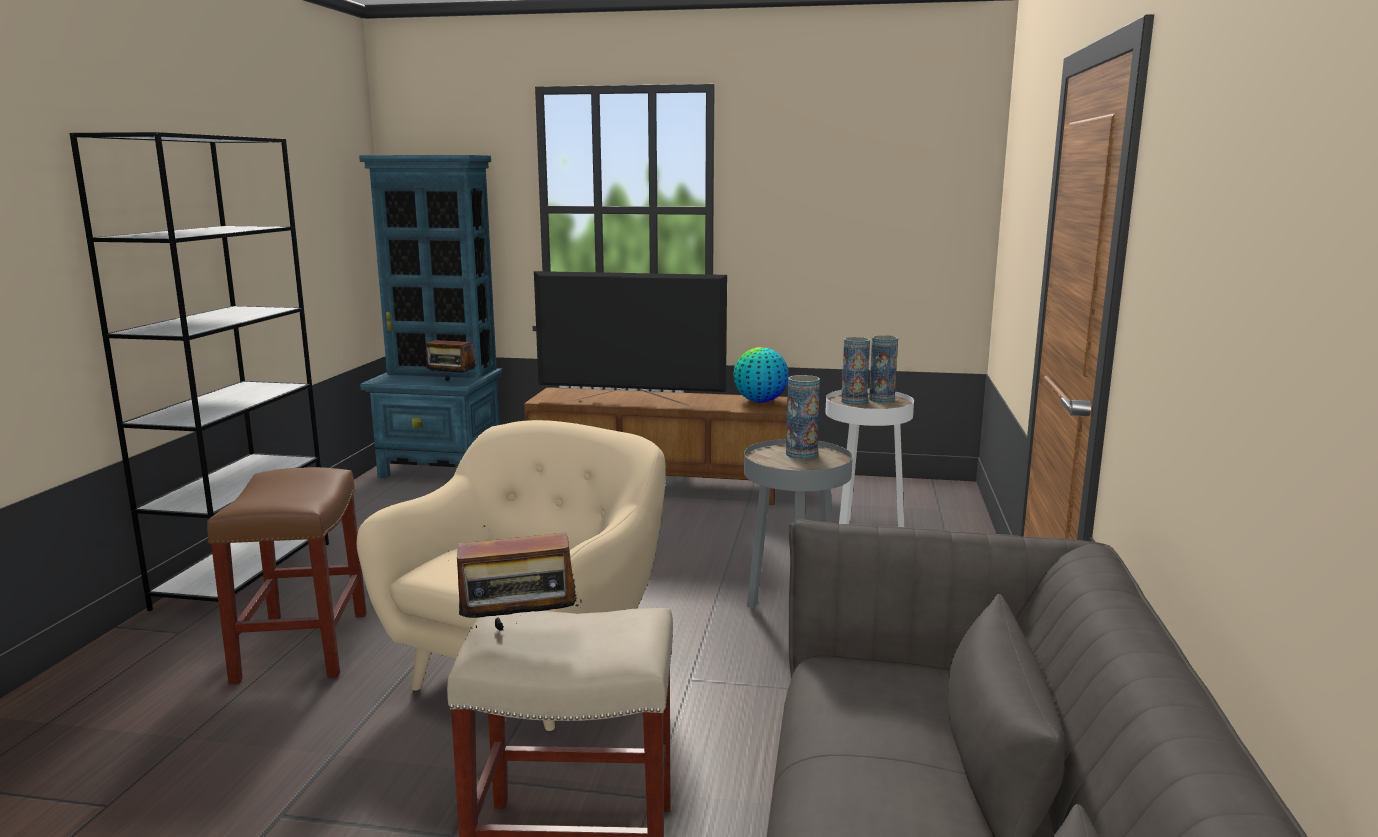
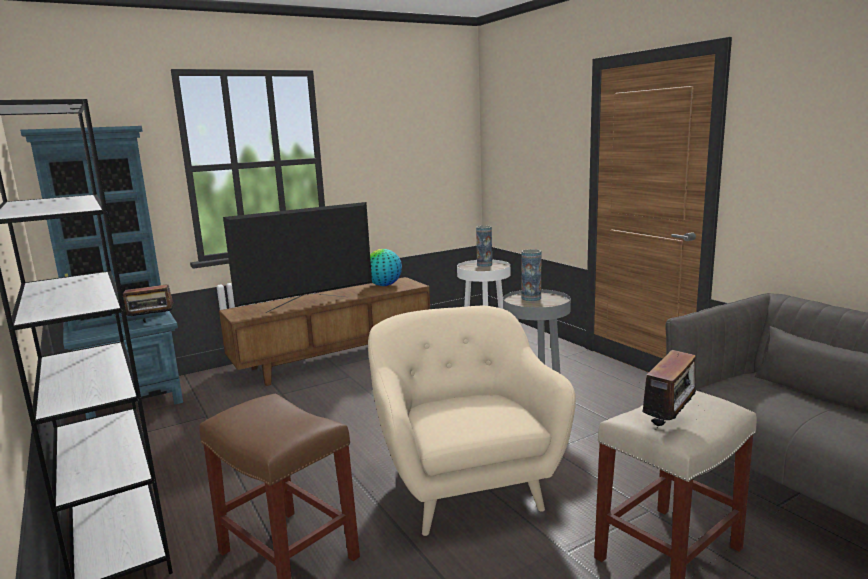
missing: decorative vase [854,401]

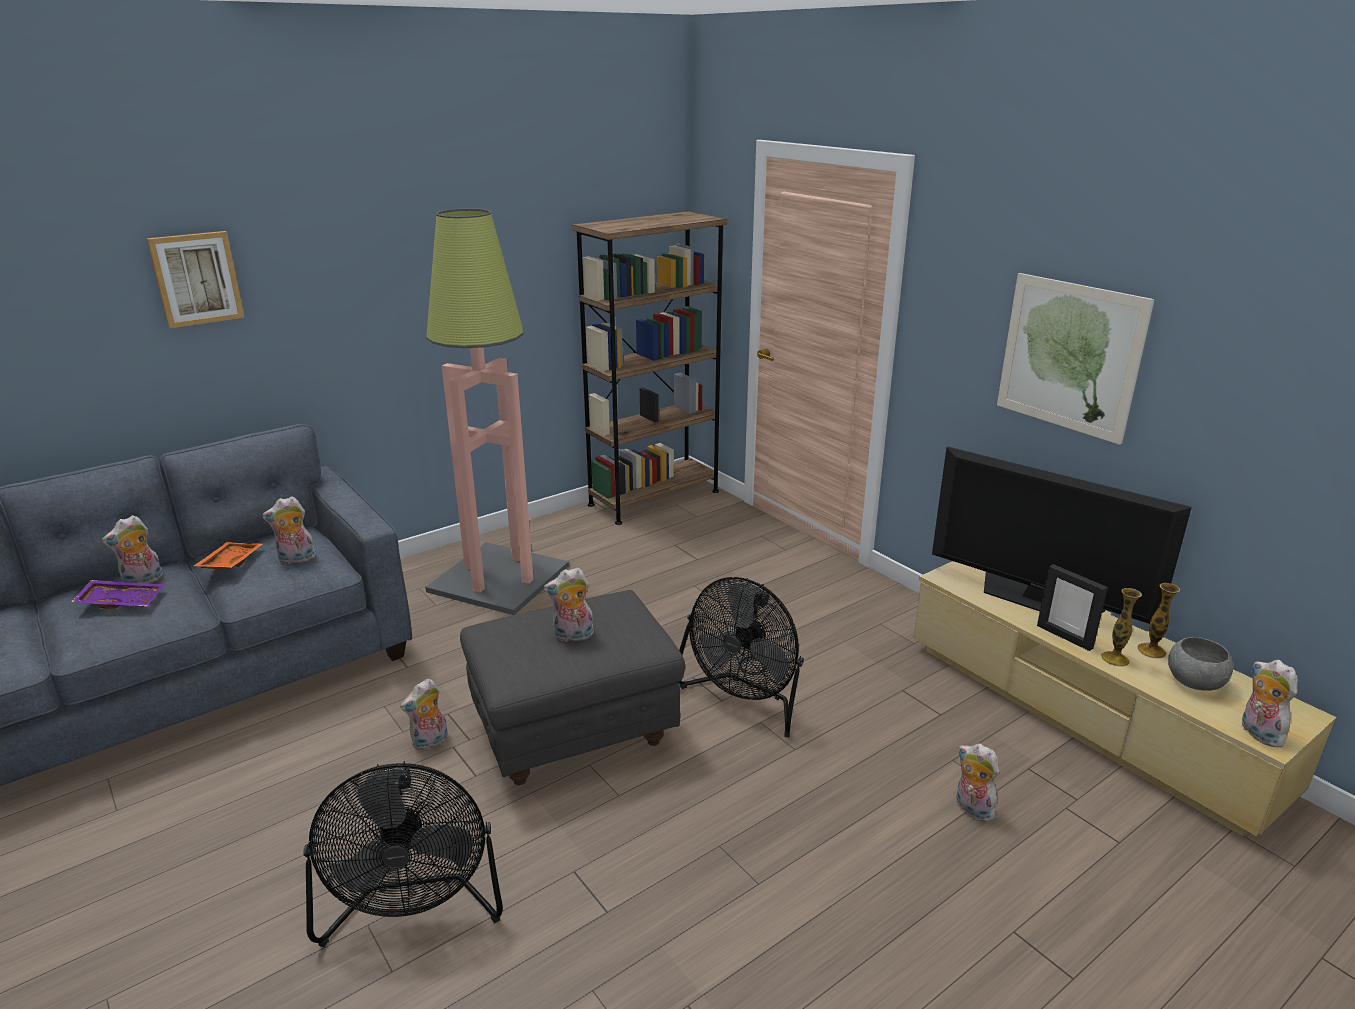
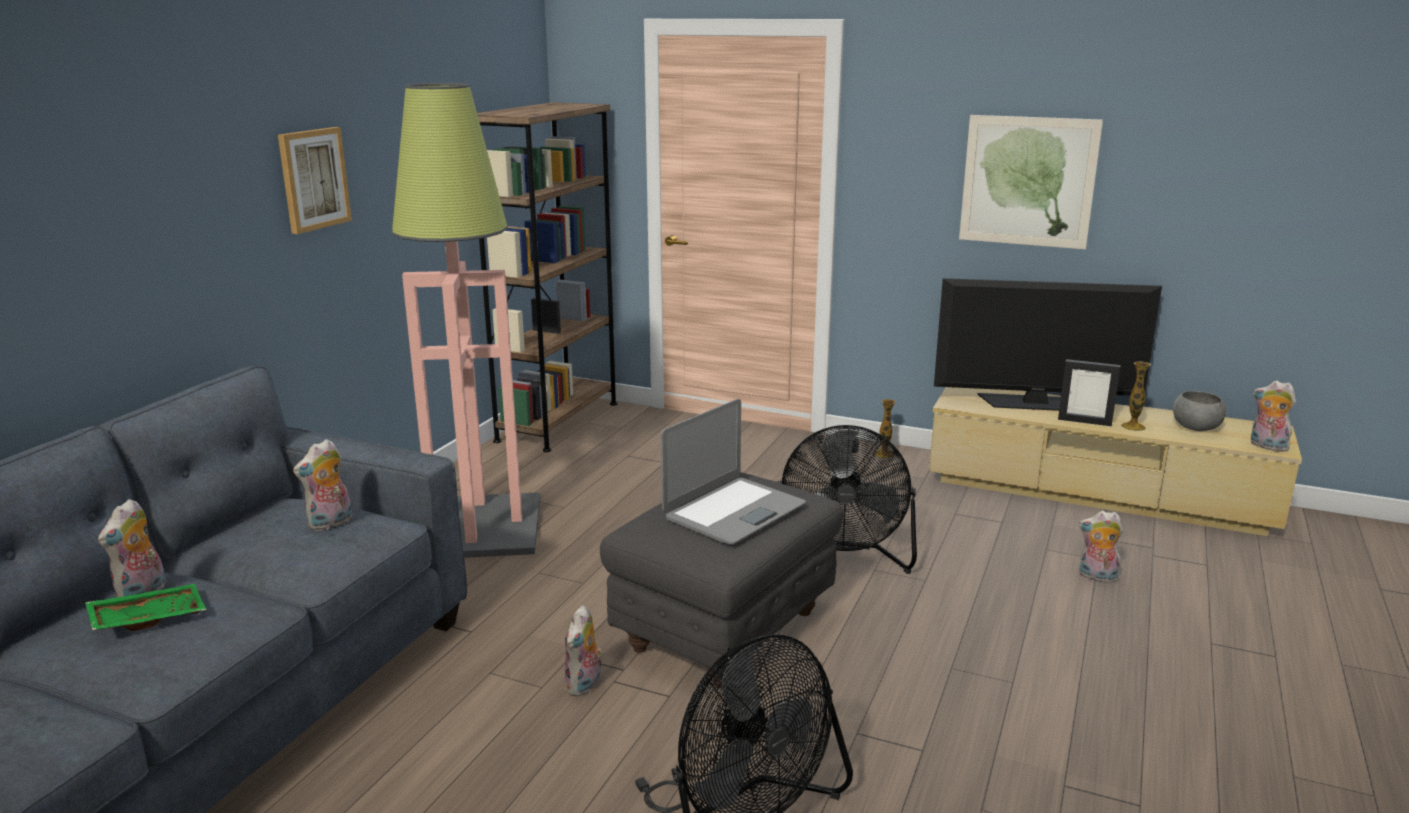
missing: tray (orangey) [229,563]
relocated: wall art [196,278] to [313,179]; decorative vase [1151,650] to [883,454]
exchanged: cuddly toy [572,636] to laptop [733,512]
colour: tray (purplish) [122,601] to tray (greenish) [148,618]

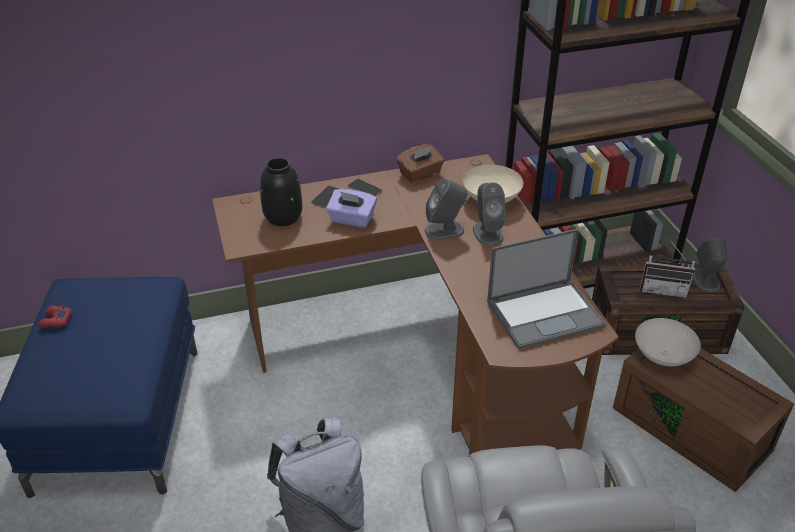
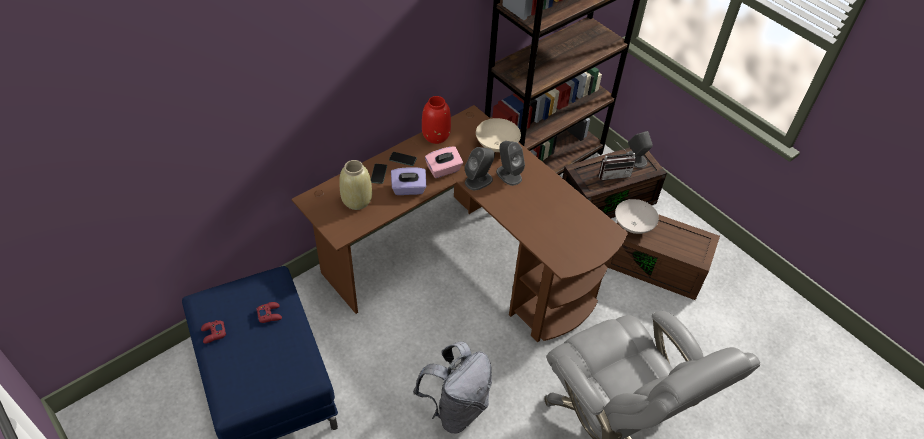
missing: laptop [545,313]
appeared: game controller (red-coloured) [270,314]; box of tissues (pinkish) [444,170]
exchanged: box of tissues (brown-coloured) [420,174] to decorative vase (red-coloured) [436,135]
colour: decorative vase (black-coloured) [283,217] to decorative vase (beige) [357,201]

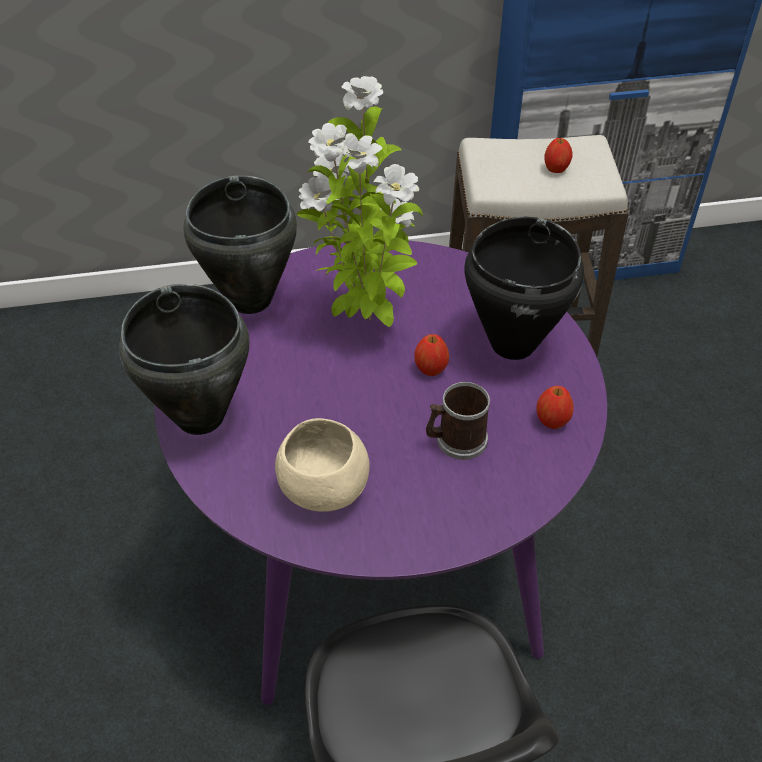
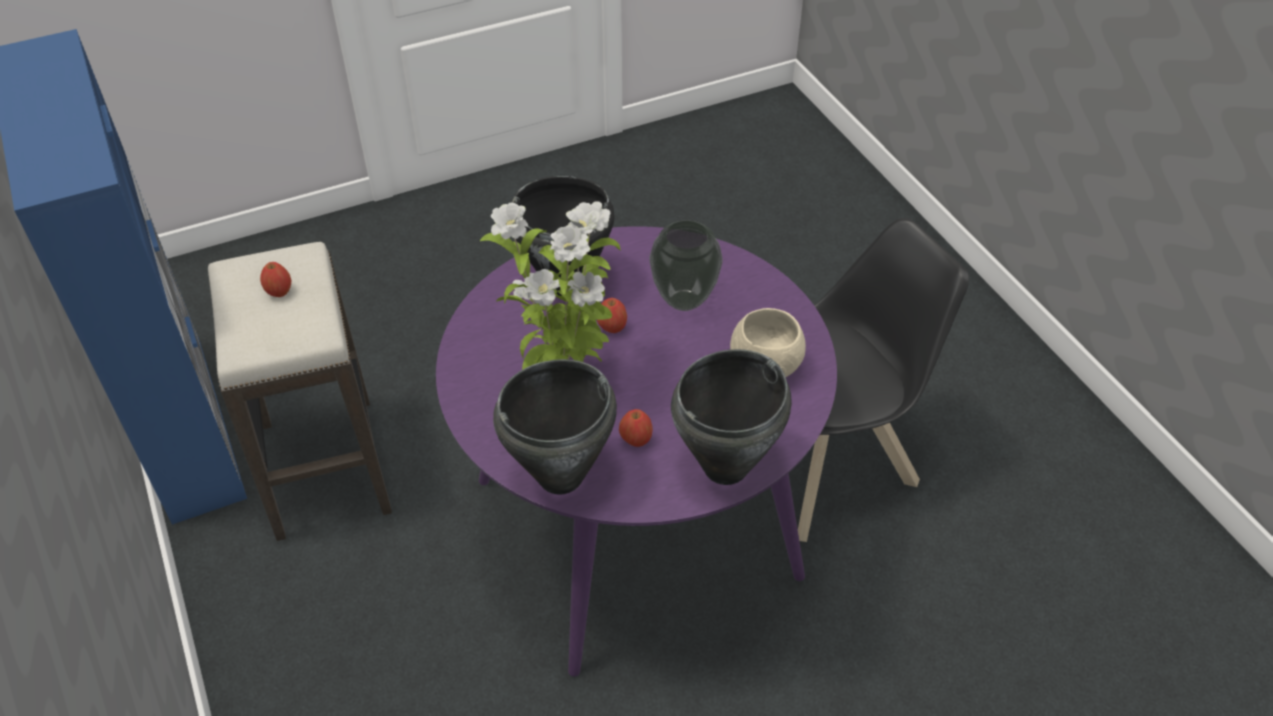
relocated: apple fruit [552,420] to [636,440]
exchanged: tea mug [456,440] to decorative vase [685,301]

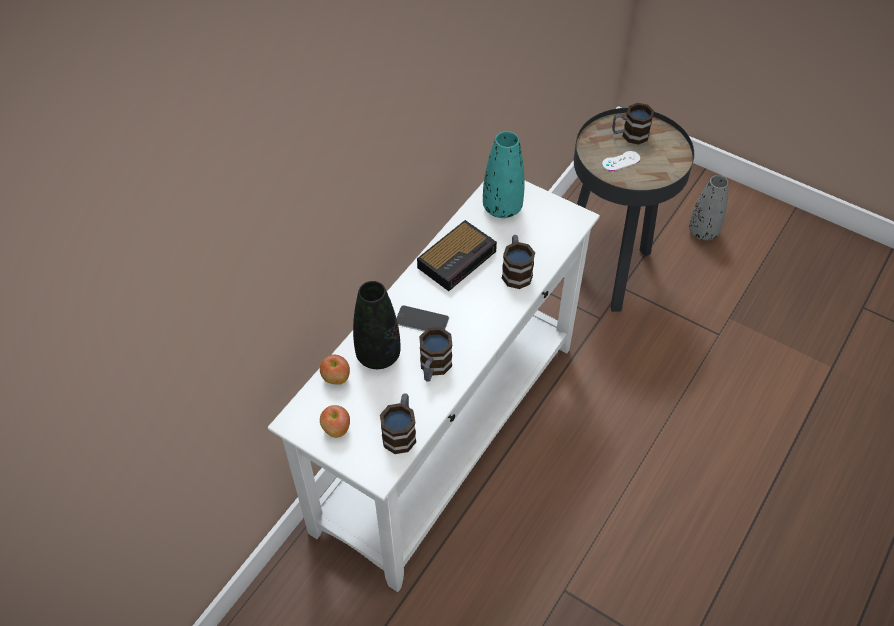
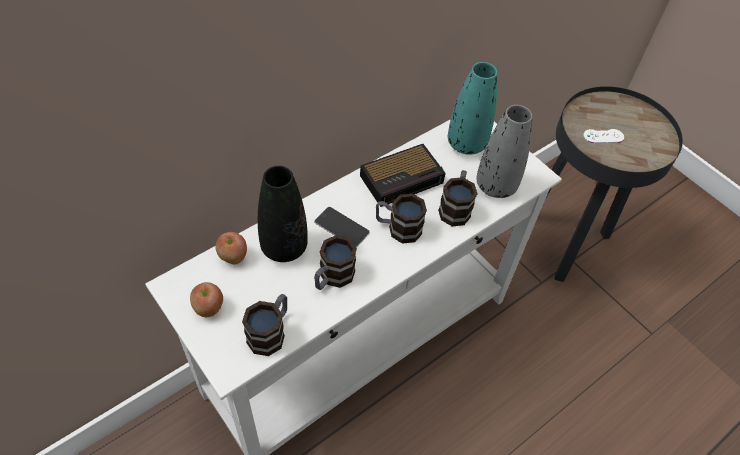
relocated: tea mug [629,135] to [398,228]; decorative vase (gray) [703,232] to [495,186]

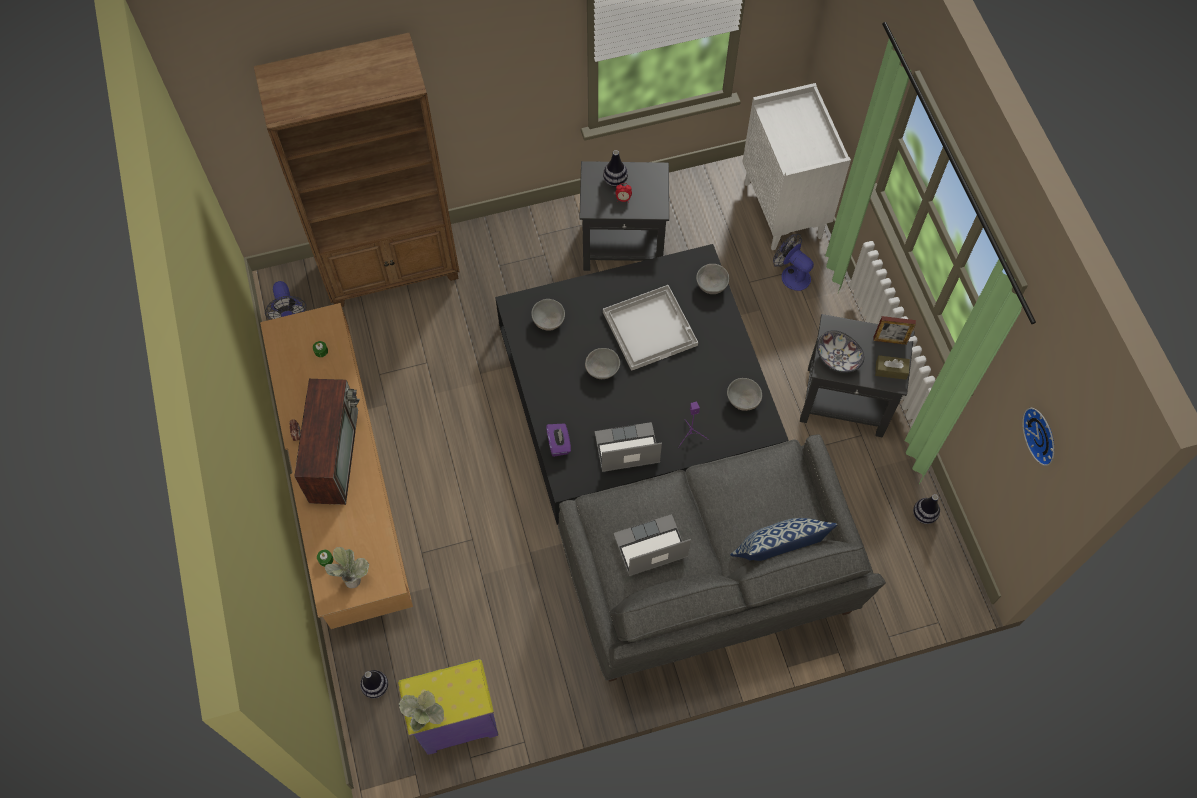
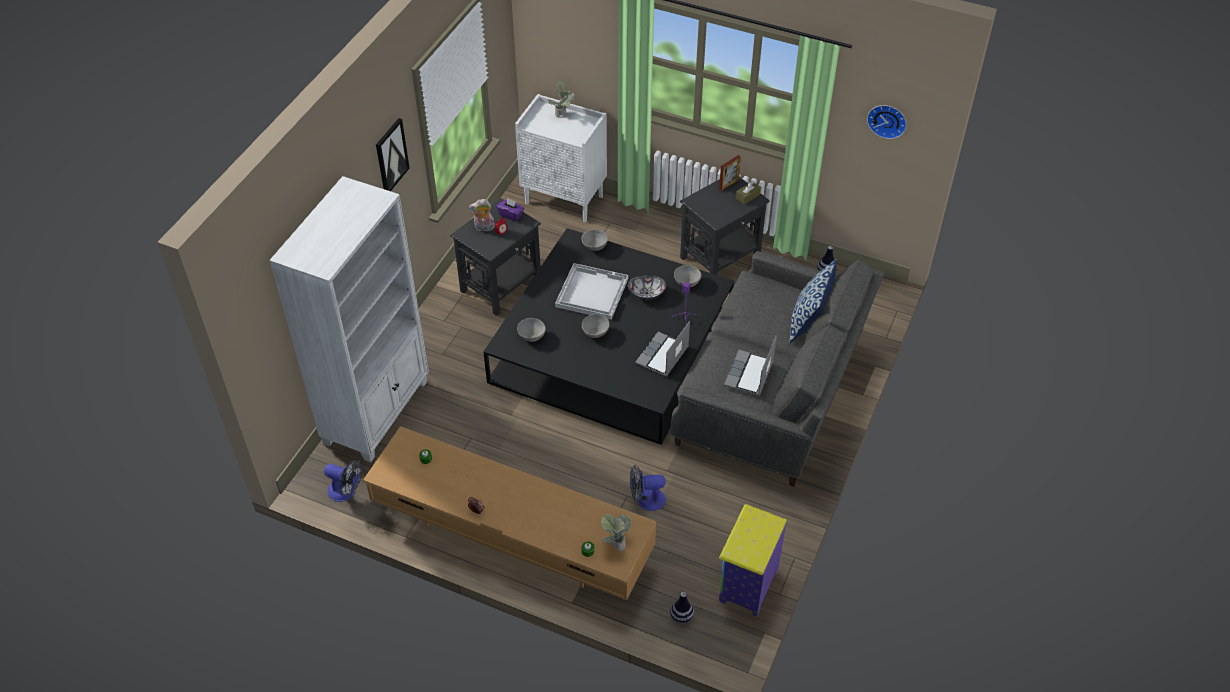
missing: television [333,453]
appeared: wall art [391,156]
relocated: houseplant [426,718] to [562,115]; box of tissues (purplish) [559,444] to [511,215]; electric fan [791,274] to [646,500]; deep dish [838,358] to [646,293]
exchanged: decorative vase [615,180] to cuddly toy [484,228]
colour: bookshelf (brown-coloured) [392,269] to bookshelf (white) [377,412]

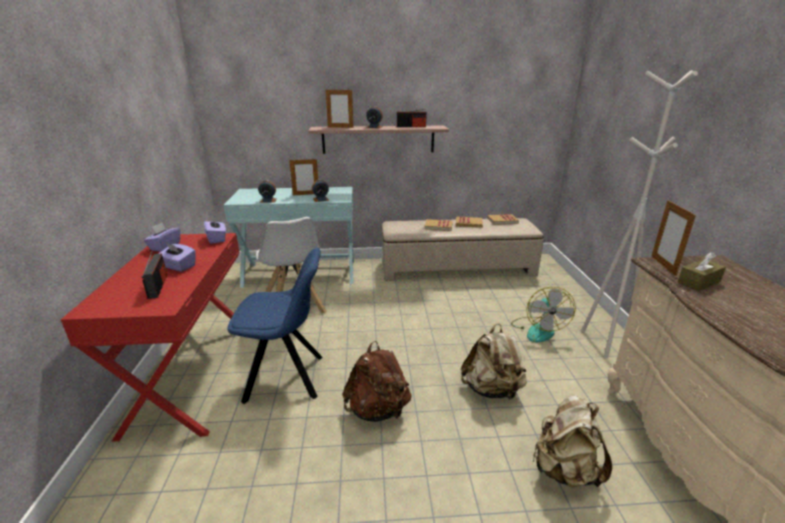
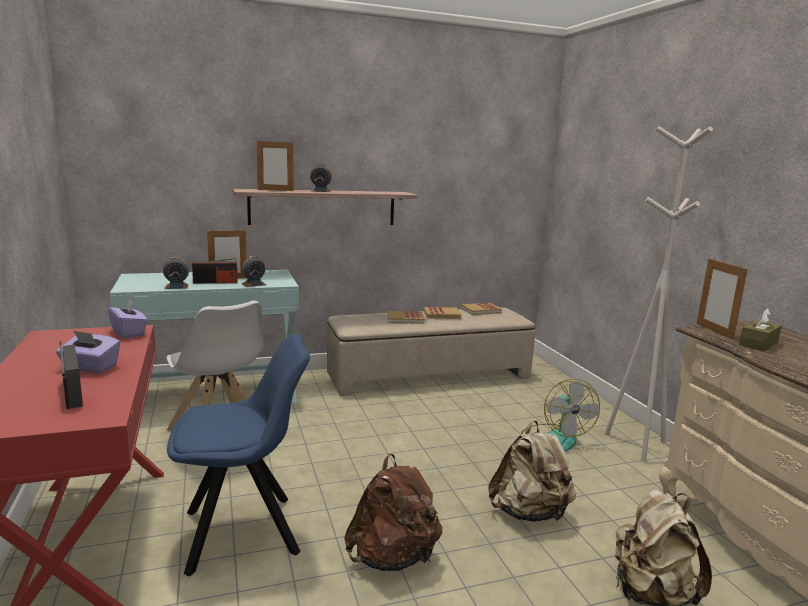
missing: box of tissues (purplish) [165,246]
relocated: radio receiver [411,126] to [215,282]

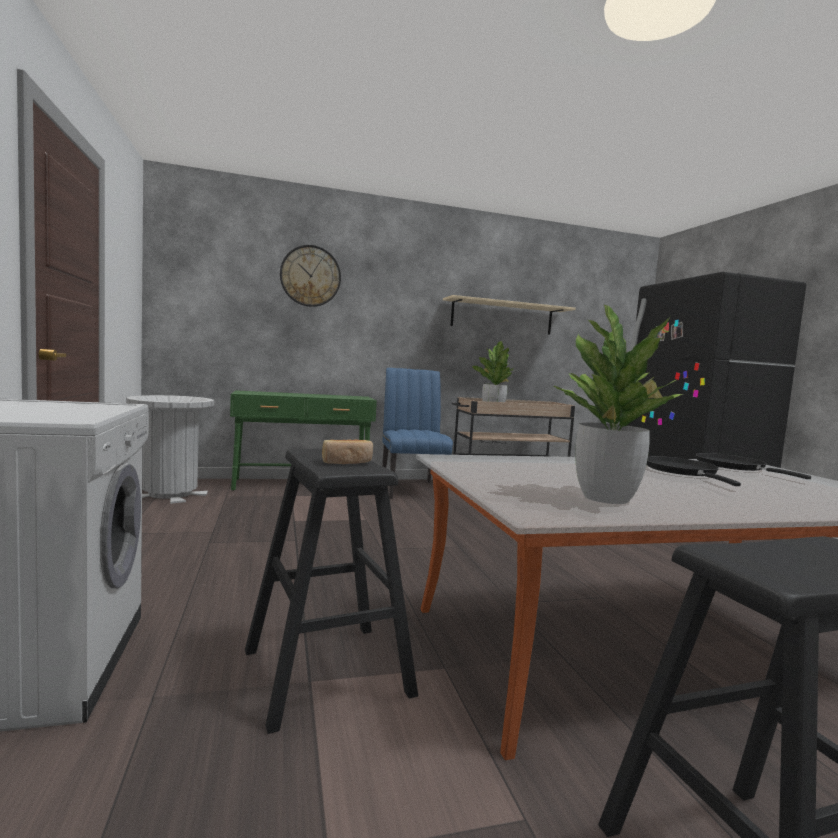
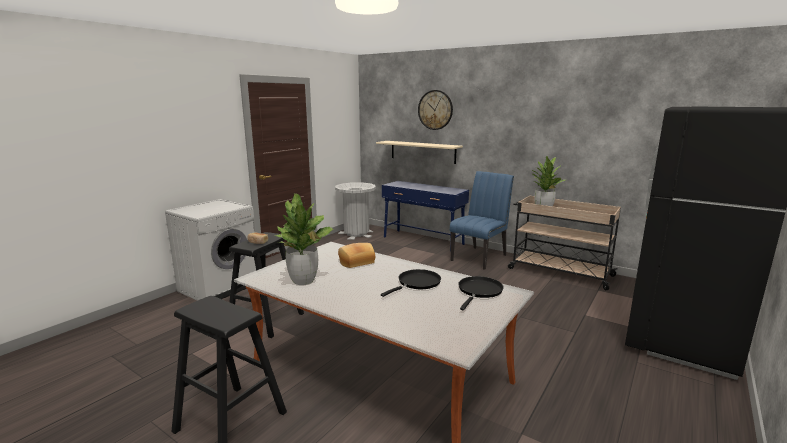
appeared: bread [356,262]
relocated: bracket shelf (beige) [502,317] to [422,151]
colour: hall table (greenish) [301,485] to hall table (blue) [422,241]

